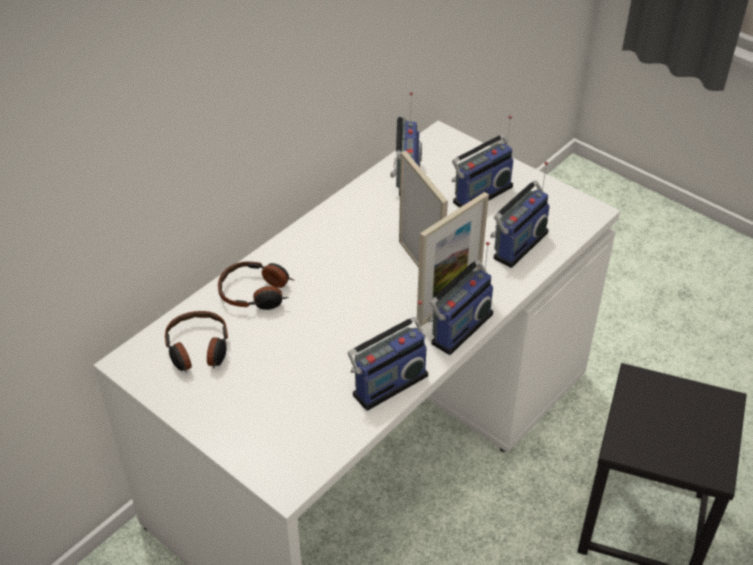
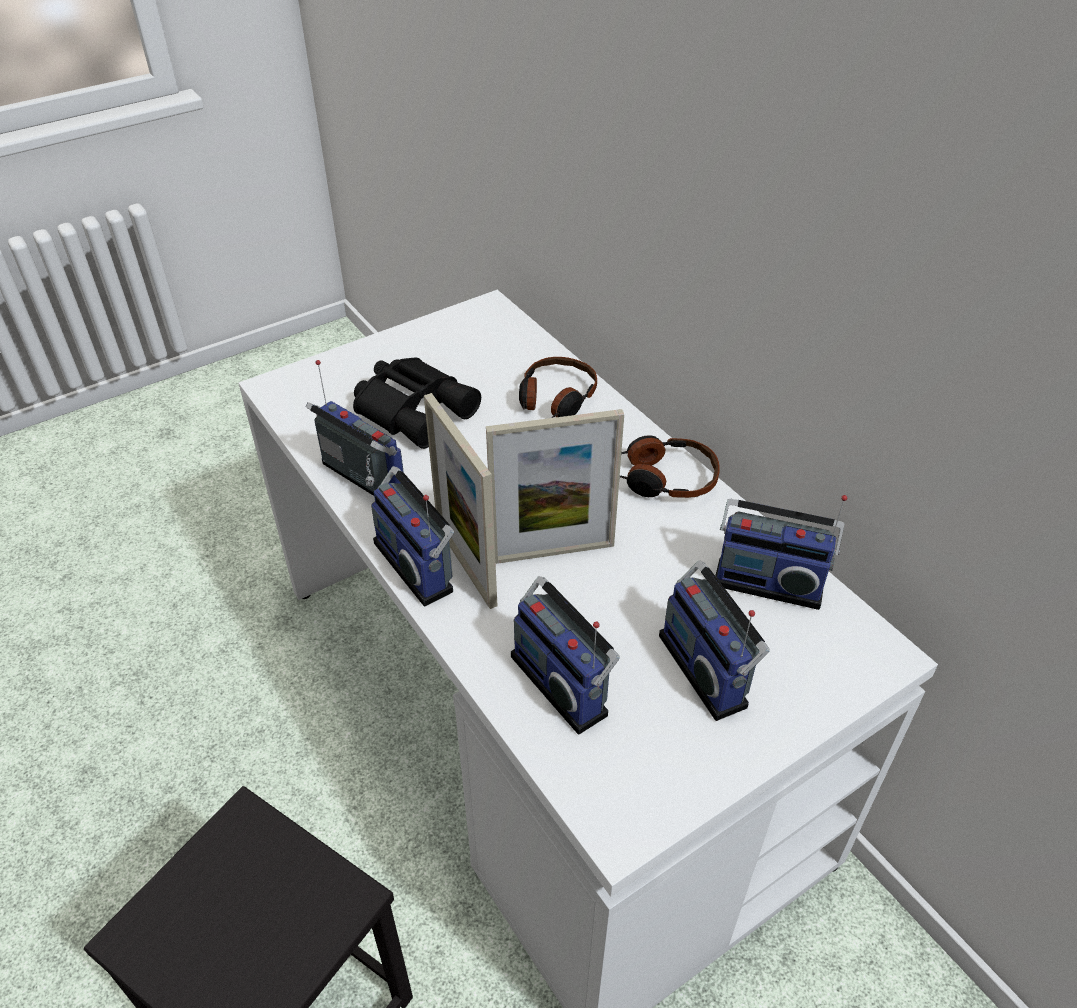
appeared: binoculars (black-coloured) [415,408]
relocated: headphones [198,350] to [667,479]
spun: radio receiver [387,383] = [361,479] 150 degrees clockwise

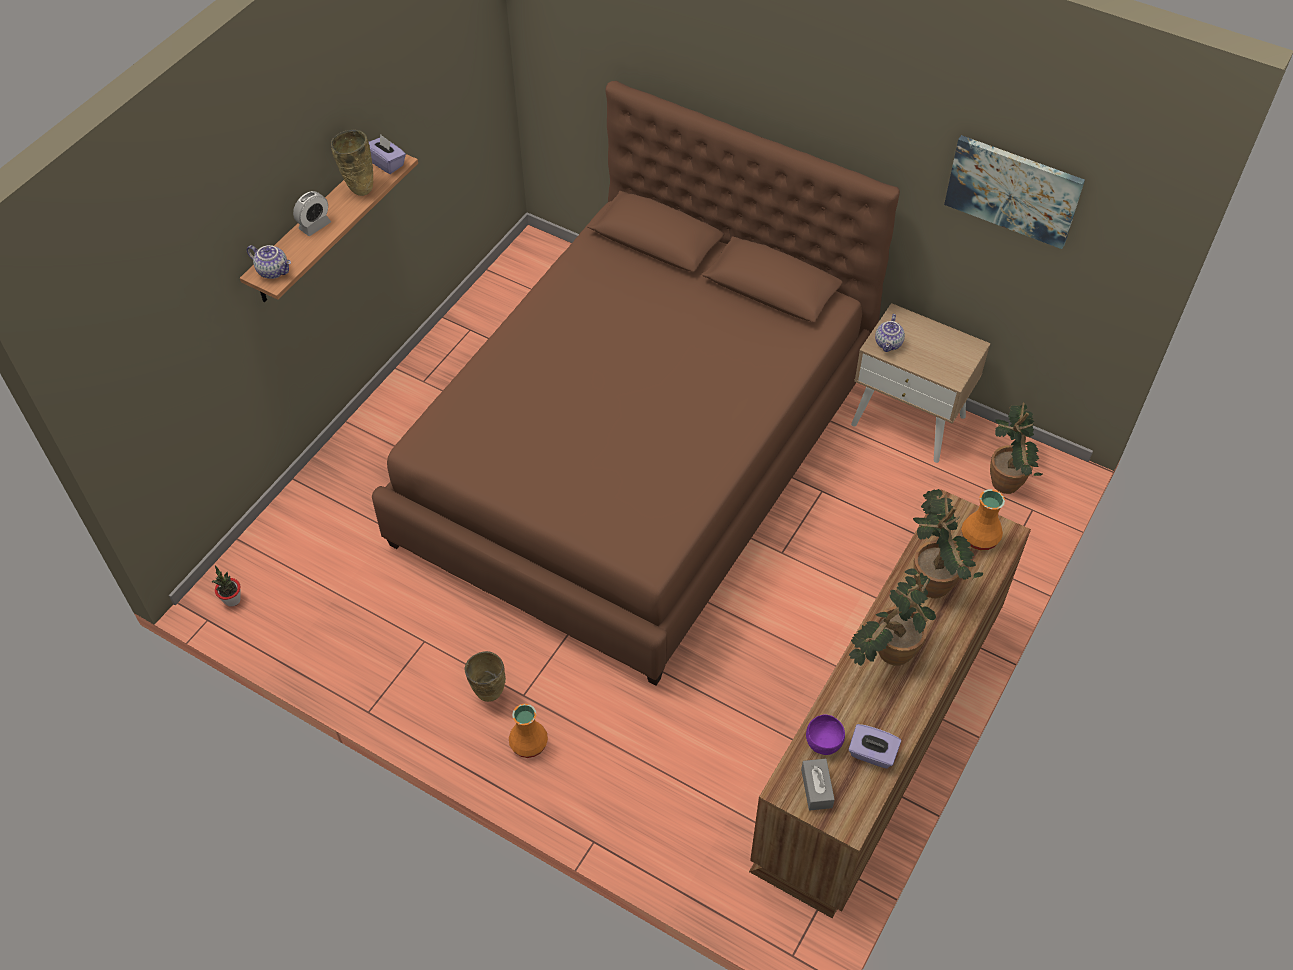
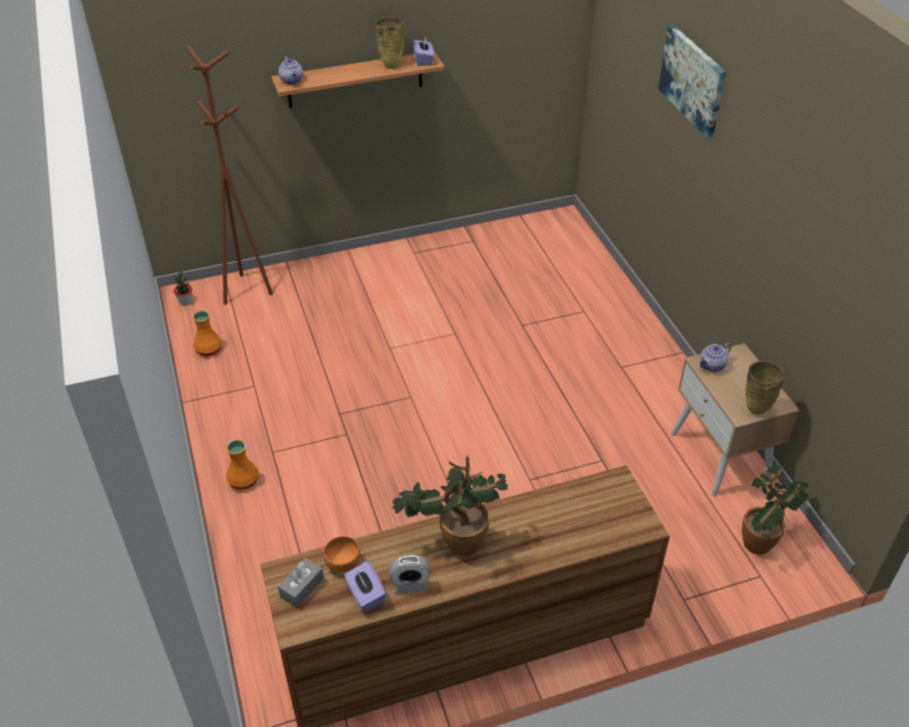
missing: bed (brown-coloured) [638,456]; houseplant [933,576]
appeared: garment rack (brown-coloured) [246,291]
relocated: alarm clock [315,226] to [410,584]; decorative vase (beige) [489,696] to [755,410]; wall art [1013,190] to [693,80]; decorative vase (orangey) [980,538] to [208,350]
colour: deep dish (purplish) [823,741] to deep dish (orangey) [343,562]

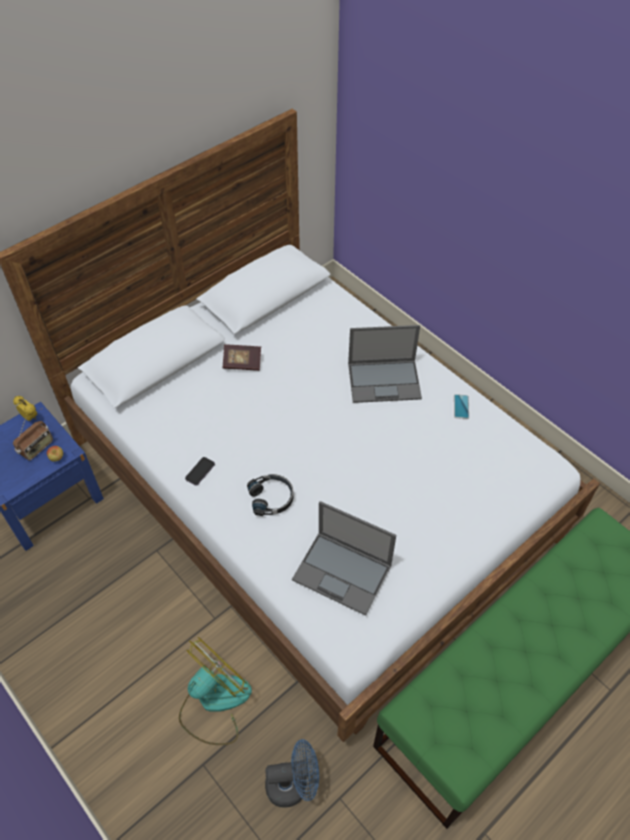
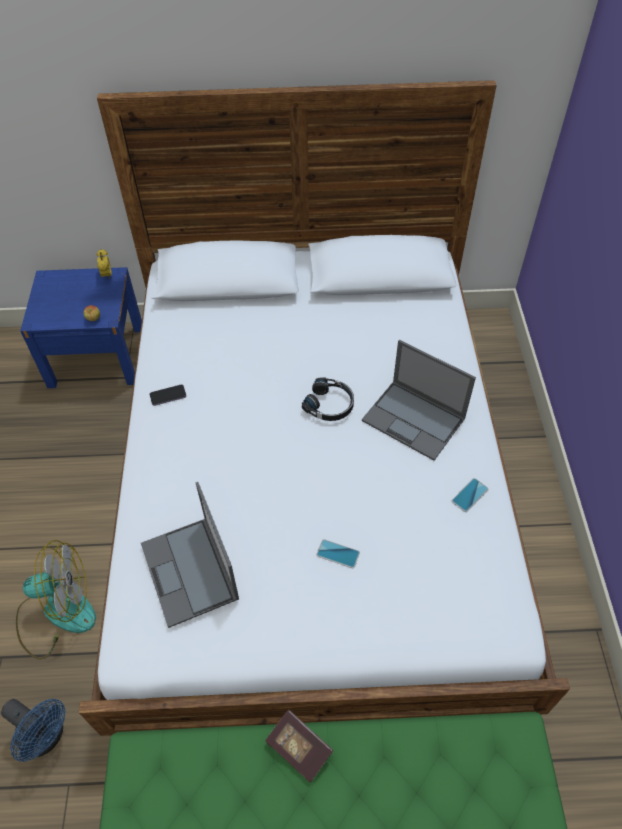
missing: radio receiver [36,448]
appeared: phone [338,554]
relocated: volume [242,363] to [299,748]; headphones (black-coloured) [272,498] to [330,405]

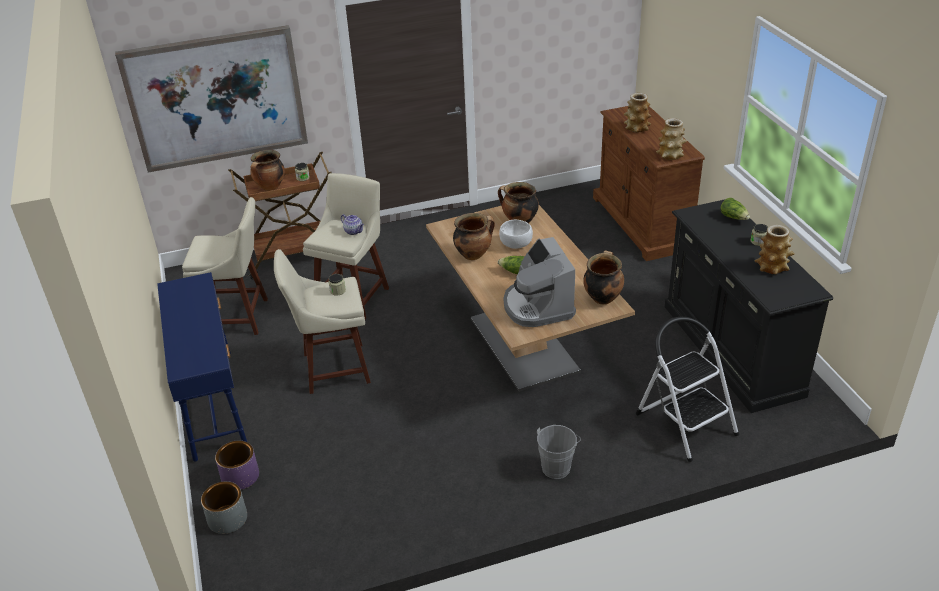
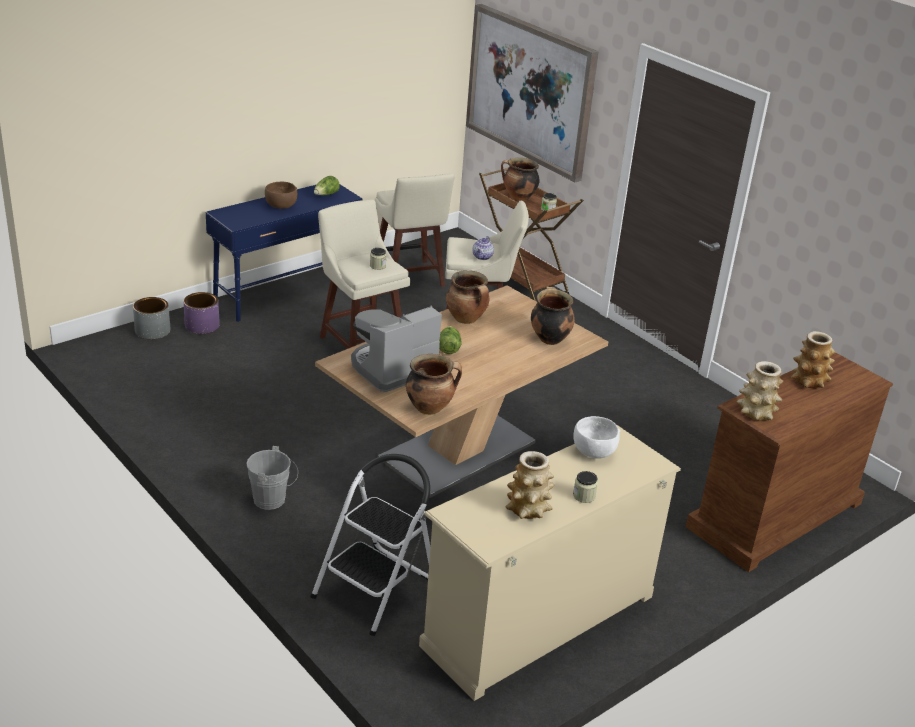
appeared: deep dish (brown-coloured) [281,206]
relocated: deep dish (white) [516,244] to [594,451]; lettuce head [734,217] to [326,195]
colour: cabinet (black-coloured) [732,349] to cabinet (beige) [538,621]

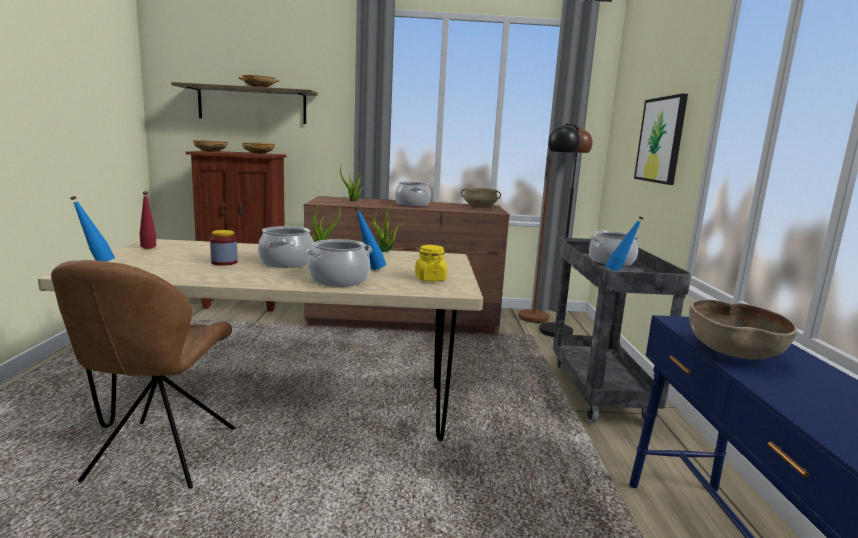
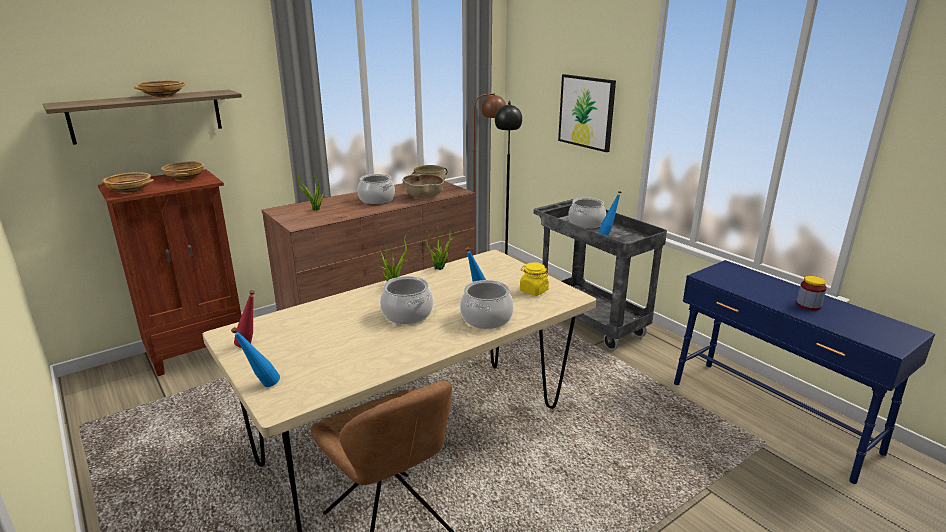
relocated: preserve jar [224,262] to [808,305]; deep dish (brown-coloured) [733,353] to [423,197]

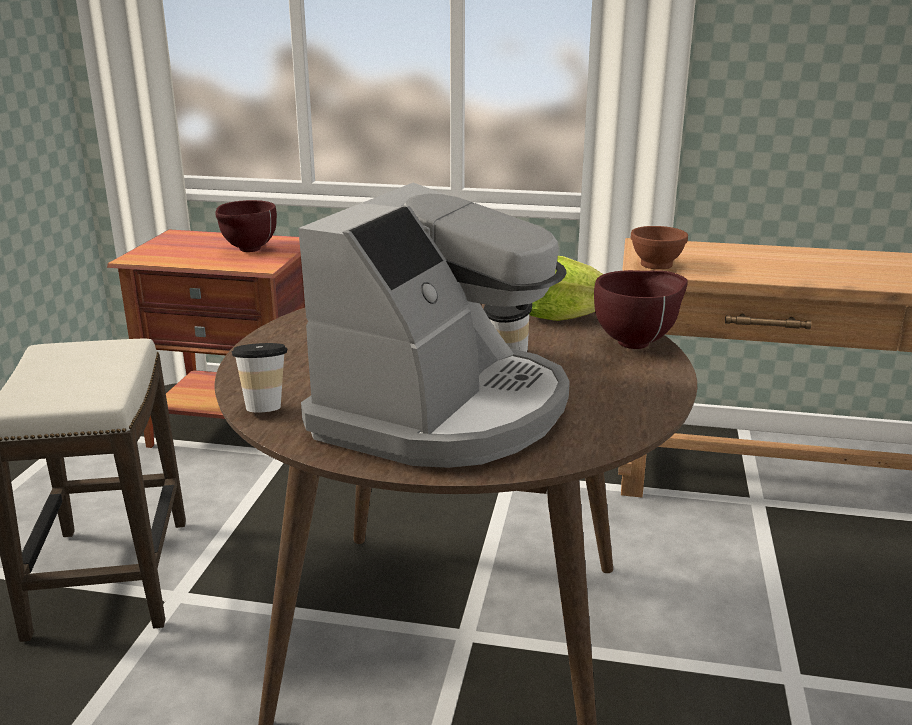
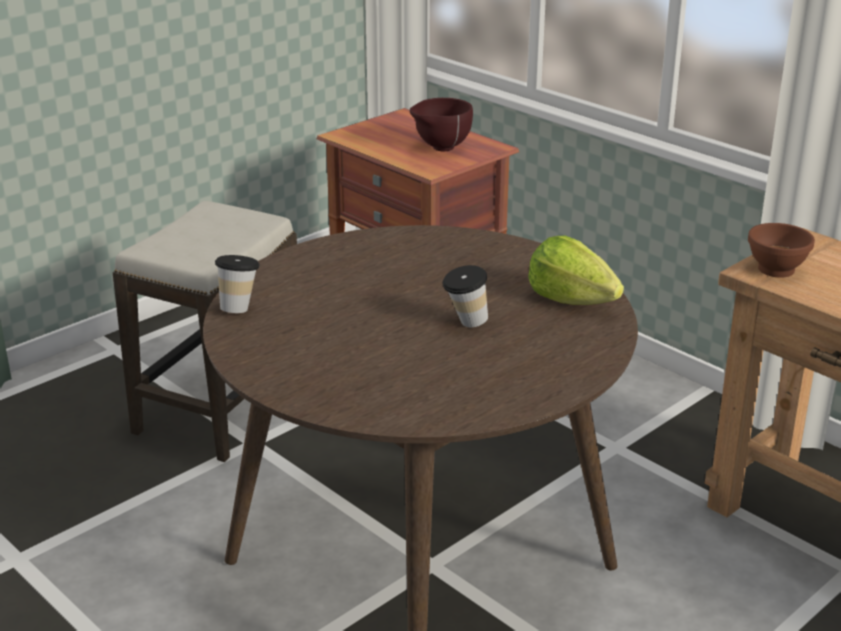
missing: coffee brewer [444,411]; deep dish (brown-coloured) [637,342]

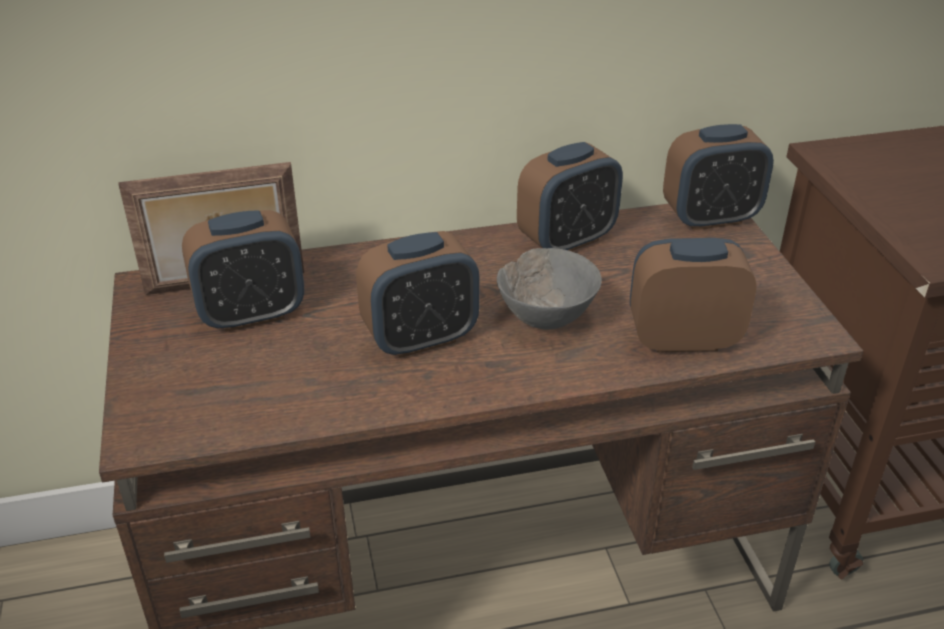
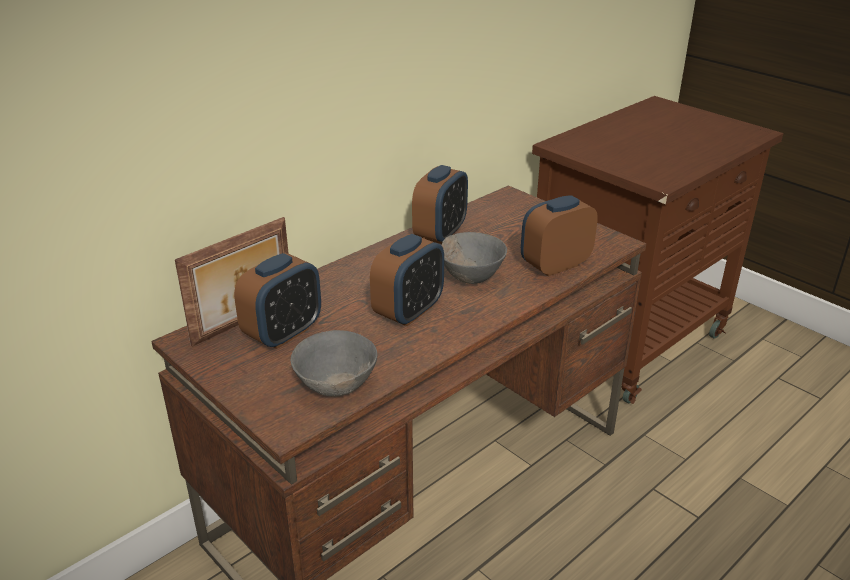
missing: alarm clock [710,218]
appeared: deep dish (gray) [336,388]

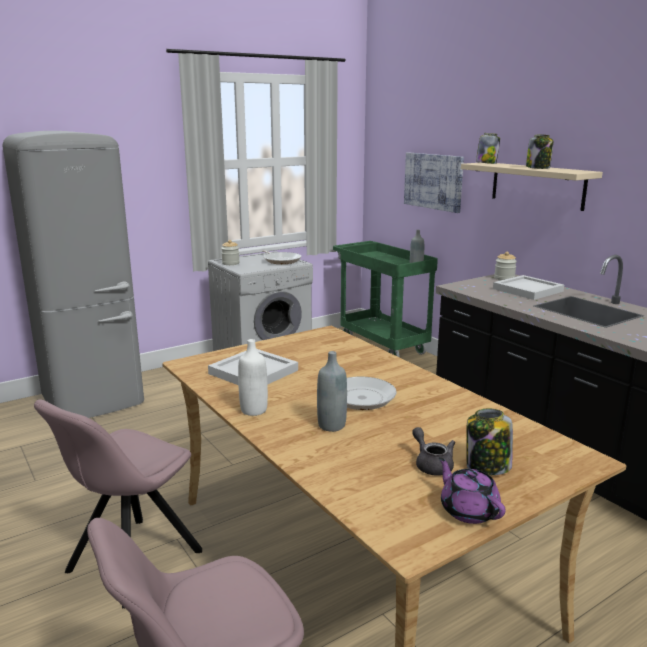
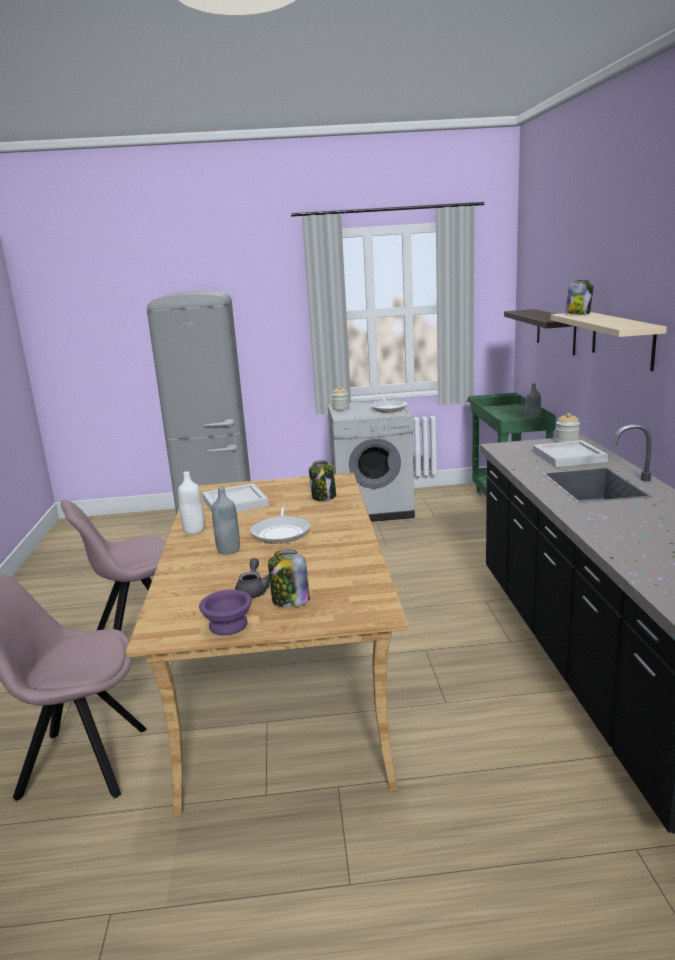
relocated: preserve jar [538,168] to [324,497]
exchanged: wall art [433,181] to bracket shelf [556,331]; teapot (purplish) [468,510] to deep dish (purplish) [227,625]

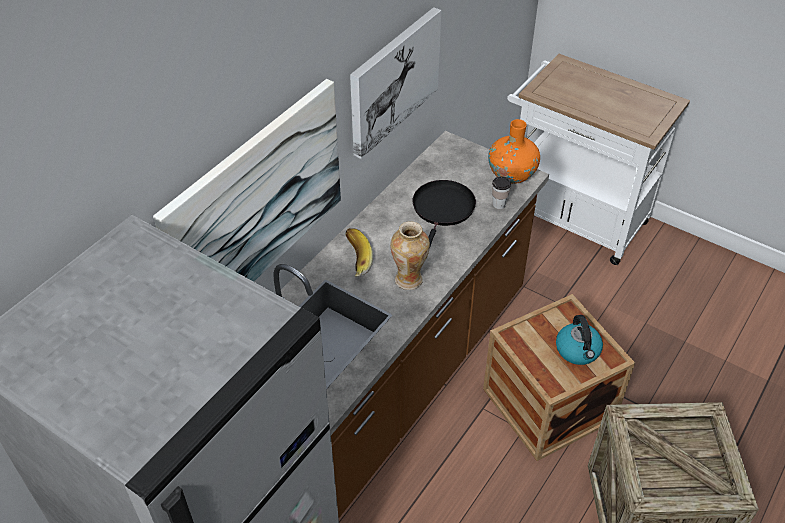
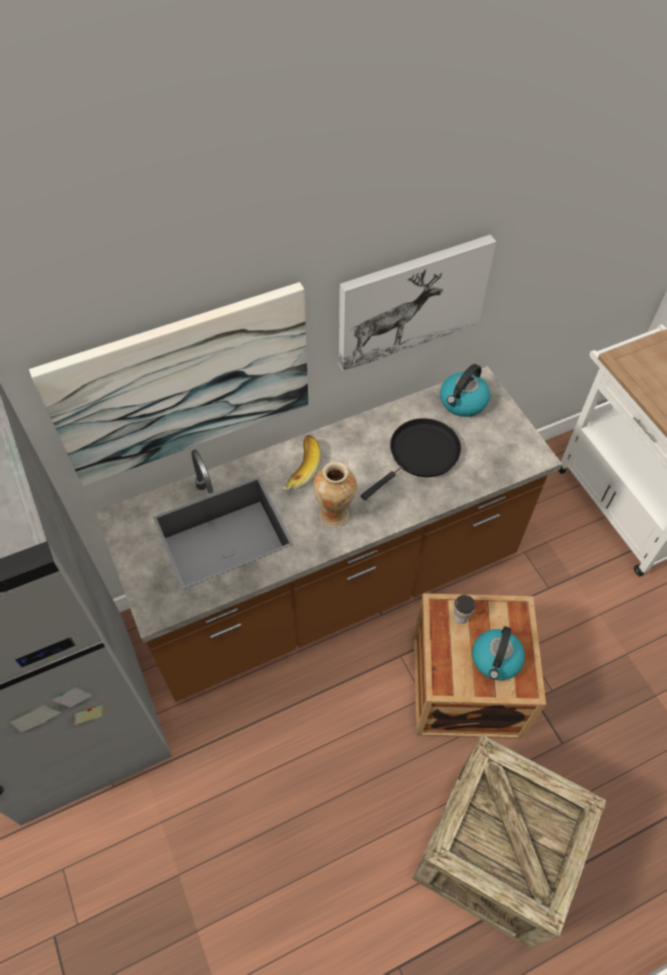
missing: decorative vase (orangey) [512,174]
appeared: tea kettle [462,402]
relocated: cup [499,204] to [460,617]

